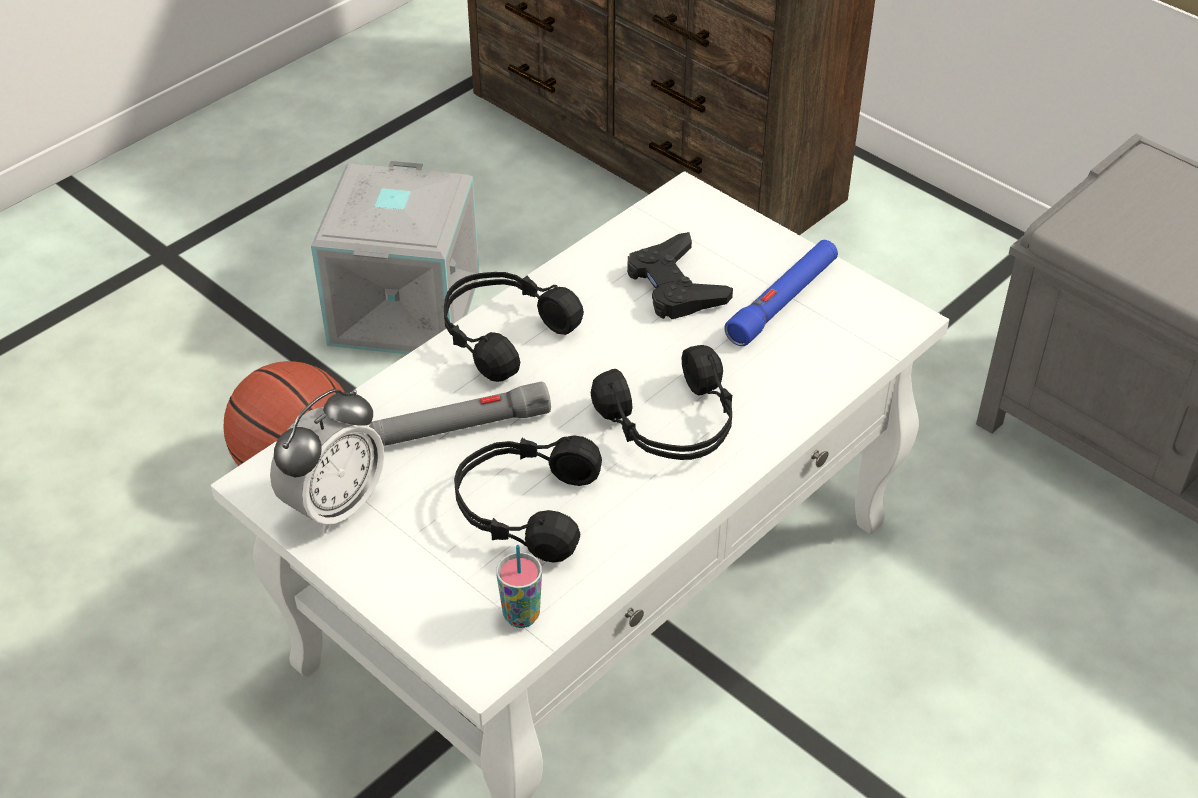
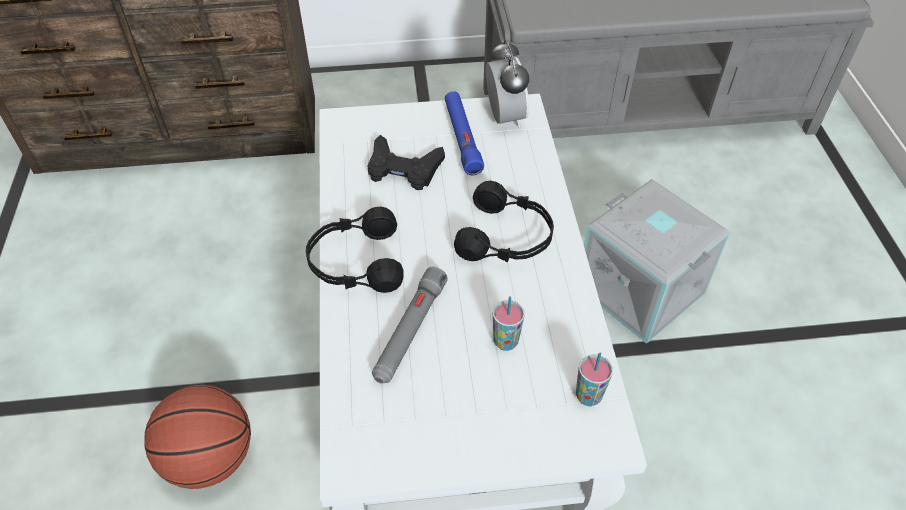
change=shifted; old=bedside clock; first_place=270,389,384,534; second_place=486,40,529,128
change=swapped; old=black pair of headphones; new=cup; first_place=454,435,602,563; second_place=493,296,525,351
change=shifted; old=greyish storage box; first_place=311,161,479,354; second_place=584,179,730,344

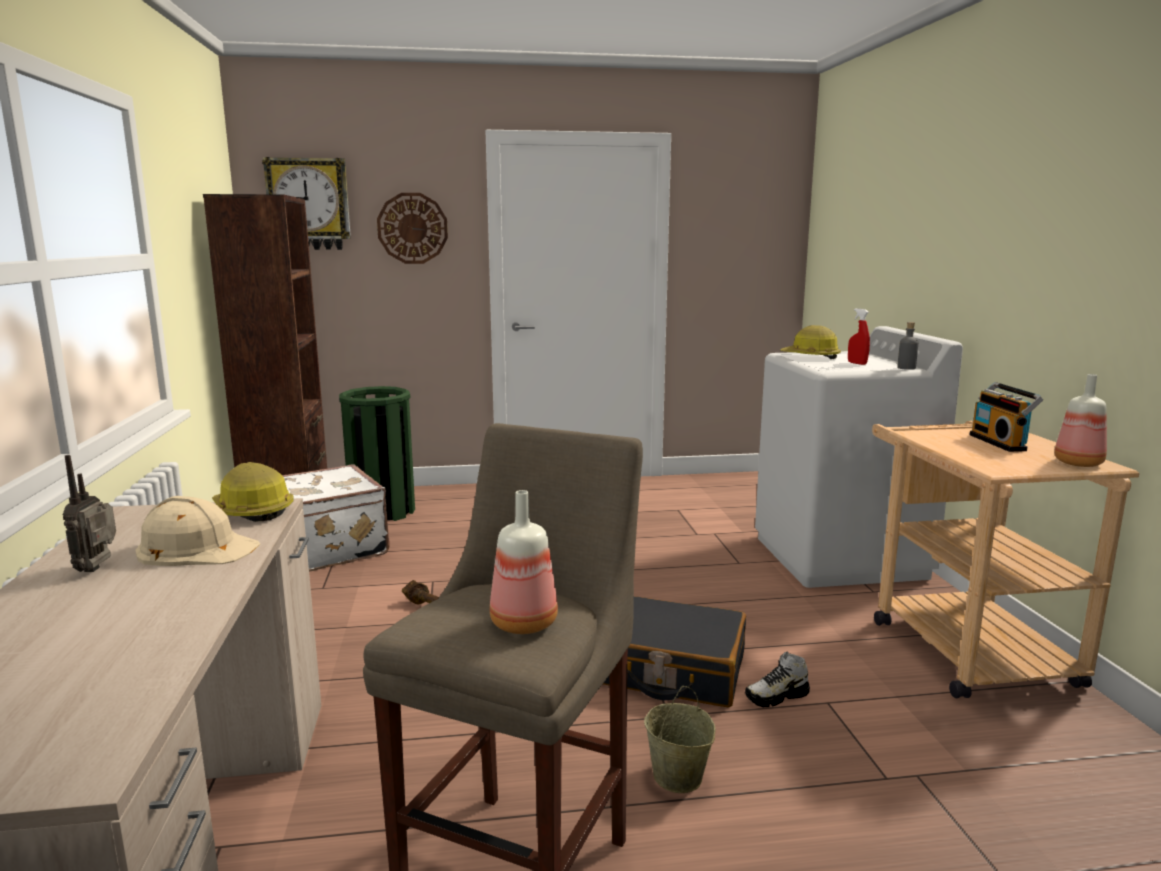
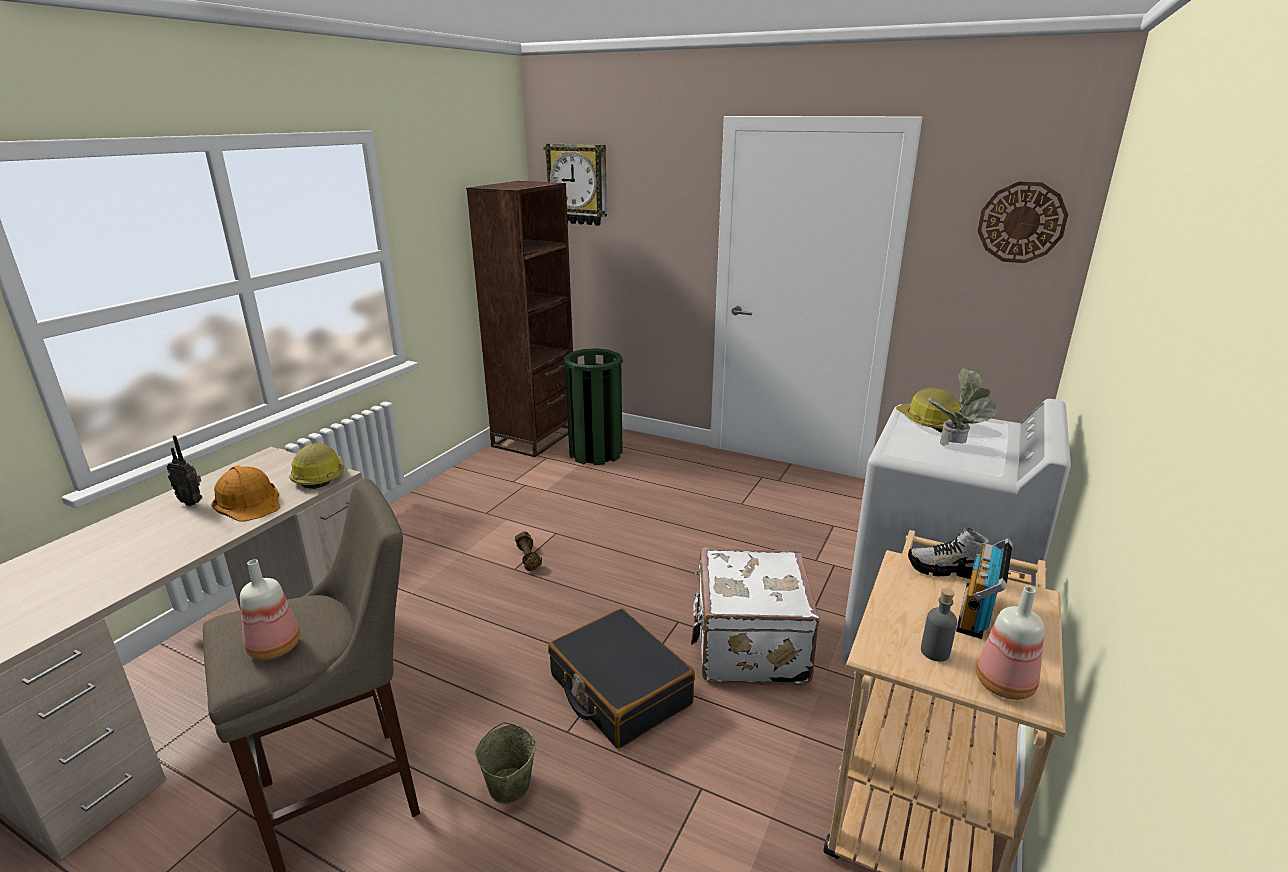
change=rotated; old=radio set; first_place=63,455,116,572; second_place=167,435,202,506; degrees=-105
change=repainted; old=beige-coloured work helmet; new=orange-coloured work helmet; first_place=135,496,261,566; second_place=211,465,280,522
change=shifted; old=white-coloured suitcase; first_place=282,464,389,572; second_place=691,548,820,685
change=shifted; old=low shoe; first_place=745,651,810,707; second_place=908,527,989,579
change=shifted; old=greyish bottle; first_place=897,322,918,370; second_place=921,588,957,662
change=swapped; old=red-coloured sprayer; new=potted plant; first_place=848,308,870,365; second_place=929,368,997,446
change=shifted; old=hanging clock; first_place=377,193,448,264; second_place=978,182,1068,263

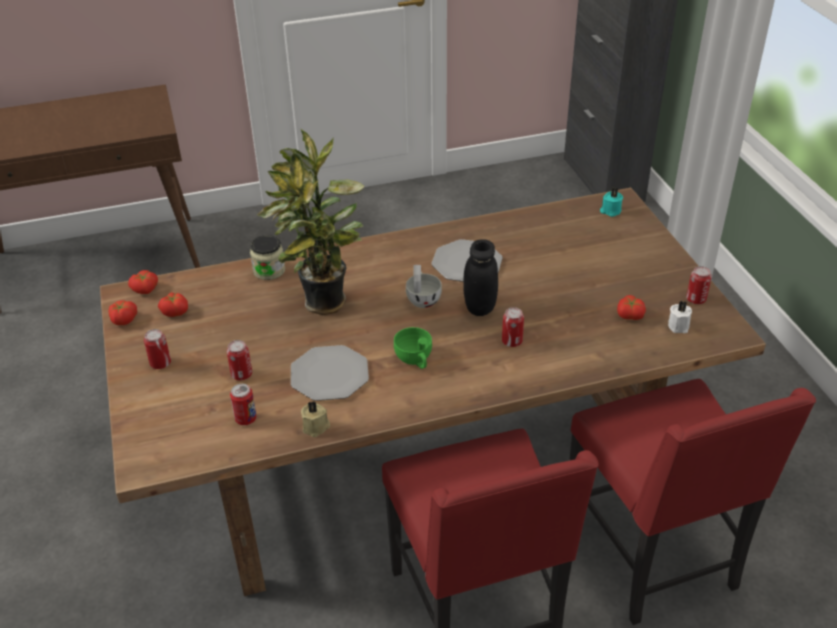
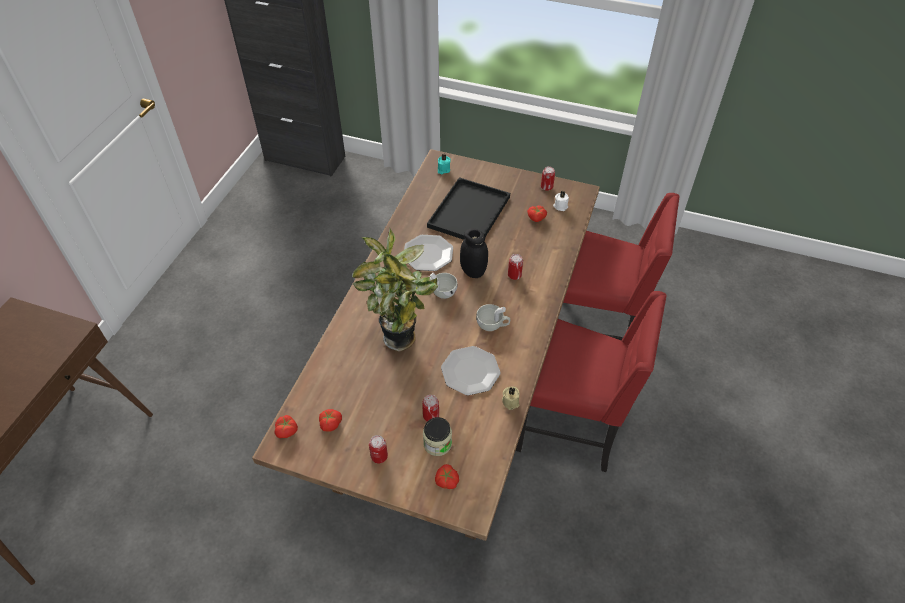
change=shifted; old=storage jar; first_place=250,235,285,280; second_place=423,417,452,456
change=new; new=black tray; second_place=427,177,510,240
change=shifted; old=tomato; first_place=109,300,137,325; second_place=435,464,459,489
change=repainted; old=green-coloured cup; new=white-coloured cup; first_place=394,327,432,369; second_place=476,304,510,331
change=gone; old=metal can; first_place=230,384,257,425

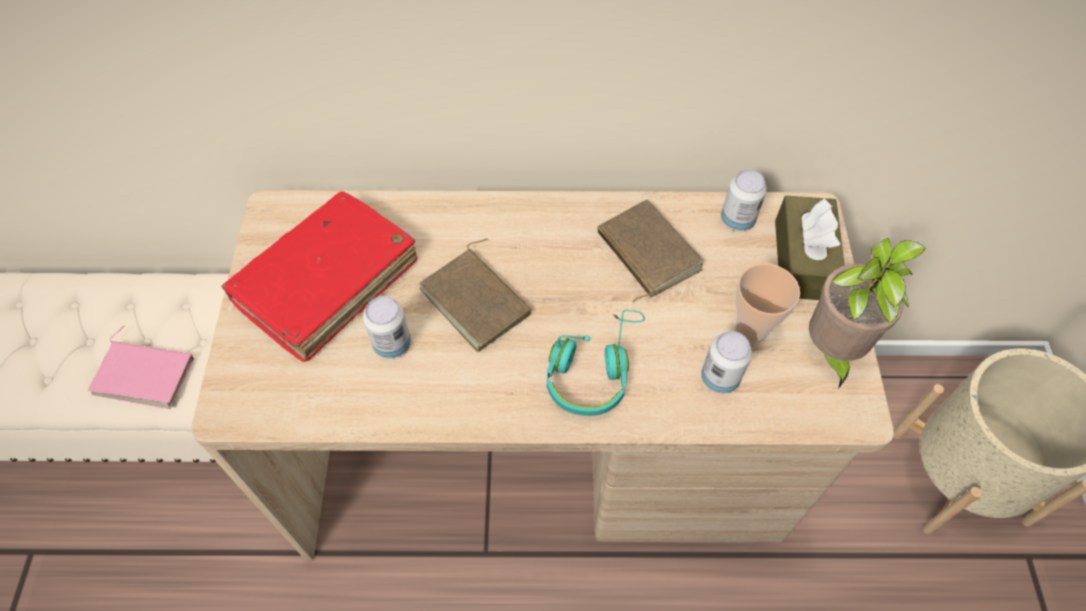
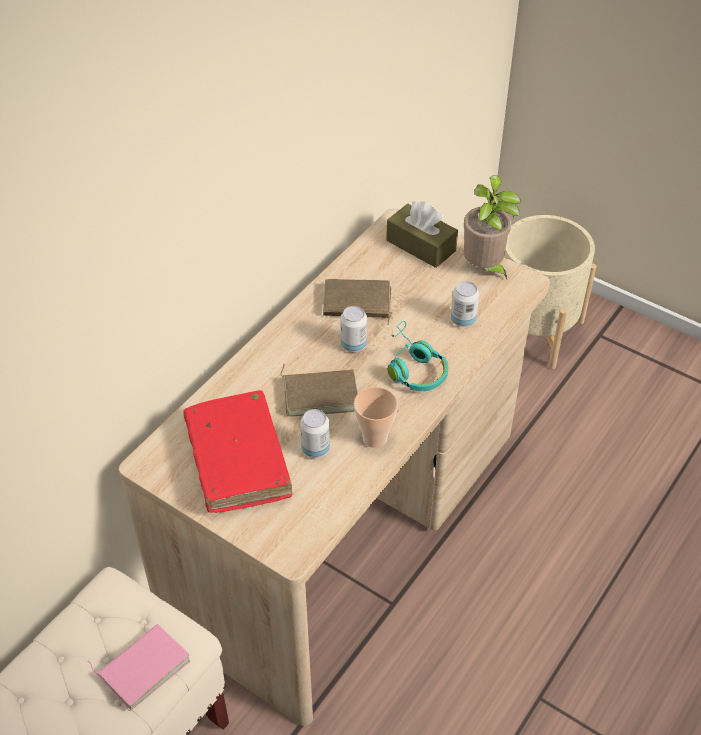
change=shifted; old=metal can; first_place=721,170,767,231; second_place=340,306,367,352
change=shifted; old=cup; first_place=736,263,800,343; second_place=354,387,398,448

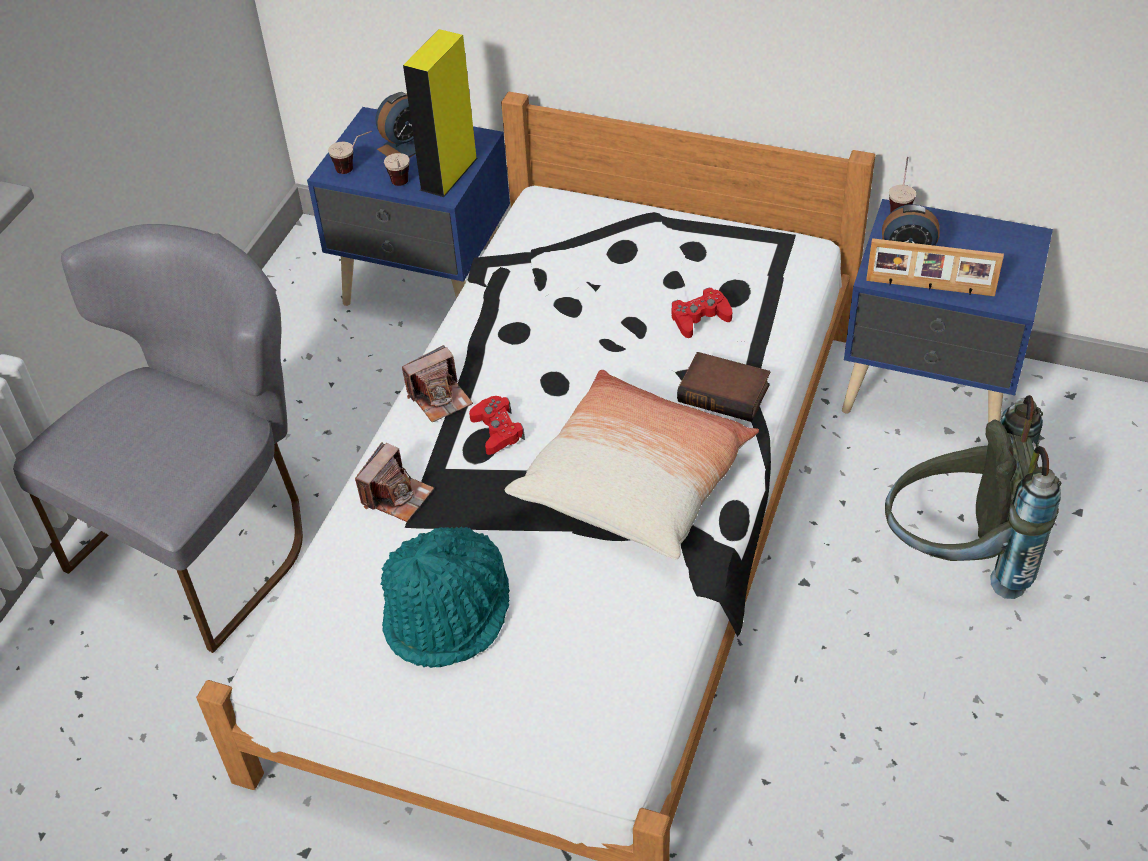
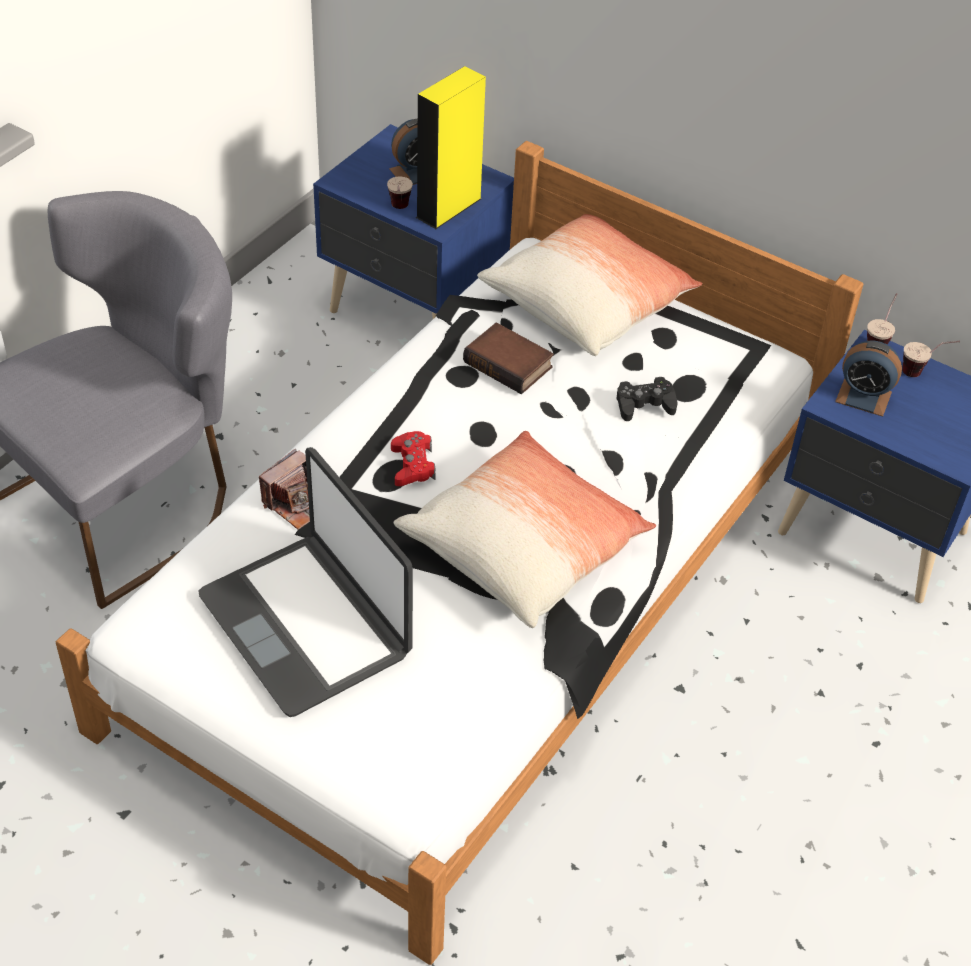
change=swapped; old=turquoise hat; new=portable computer; first_place=380,527,510,668; second_place=199,447,413,717
change=shifted; old=book; first_place=677,352,770,422; second_place=463,323,554,394
change=new; new=cushion; second_place=477,214,702,356
change=repainted; old=red-coloured game controller; new=black game controller; first_place=672,288,732,338; second_place=616,377,678,421
change=shifted; old=cup; first_place=328,131,372,174; second_place=902,341,960,377
change=gone; old=still camera; first_place=402,345,473,422
change=gone; old=picture frame; first_place=866,238,1004,296
change=gone; old=greyish knapsack; first_place=885,395,1061,599

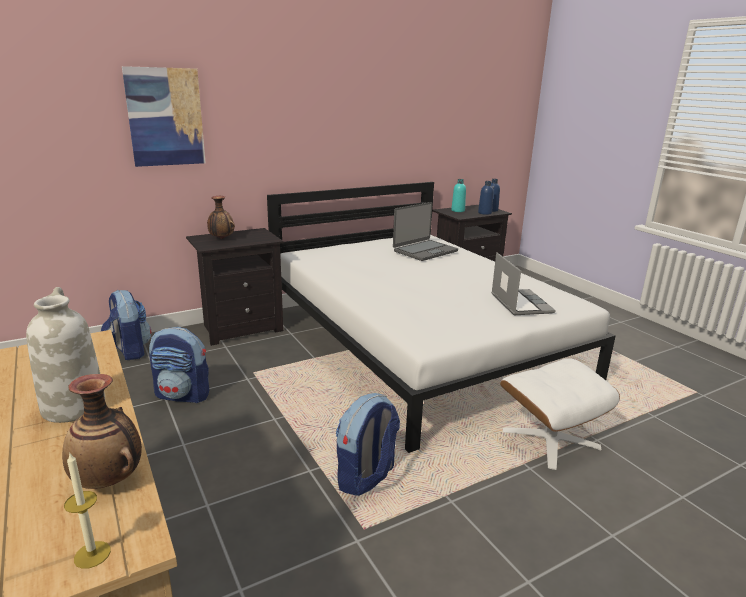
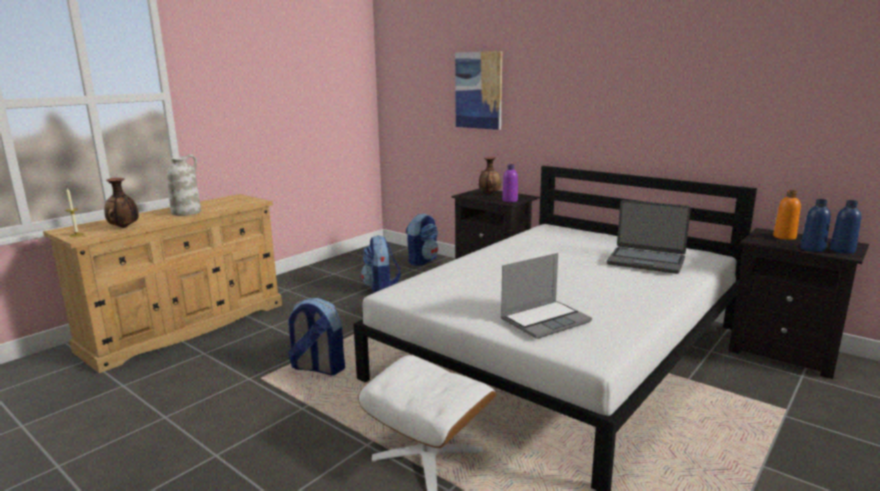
change=new; new=purplish bottle; second_place=502,164,518,202
change=repainted; old=turquoise bottle; new=orange-coloured bottle; first_place=451,179,466,212; second_place=773,190,801,240

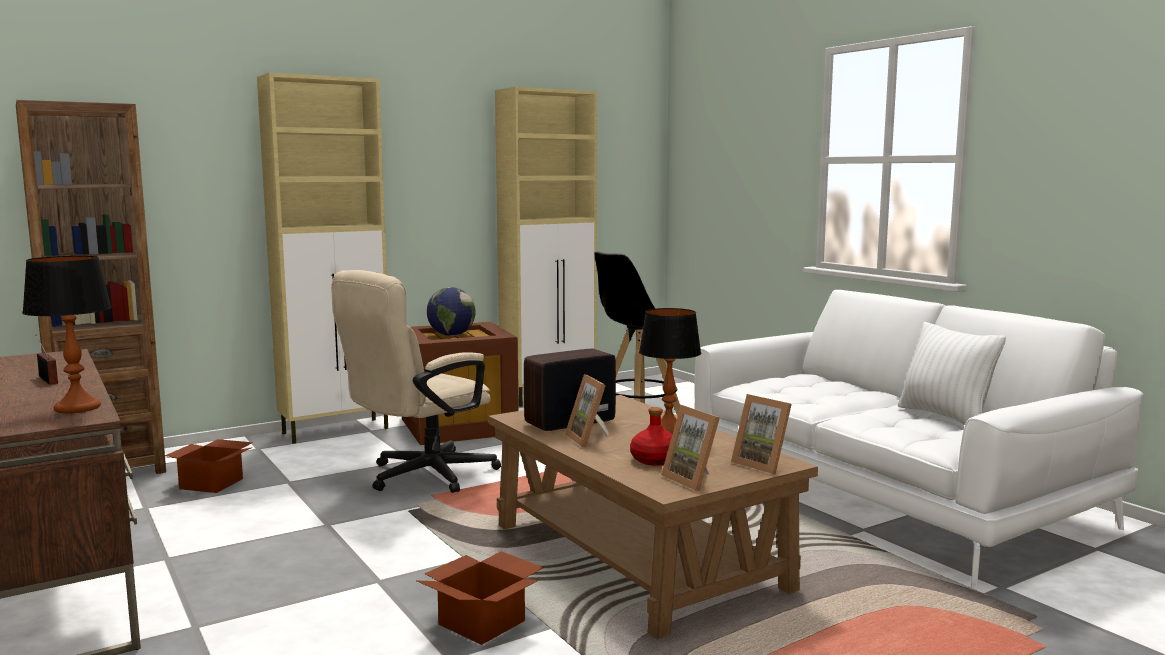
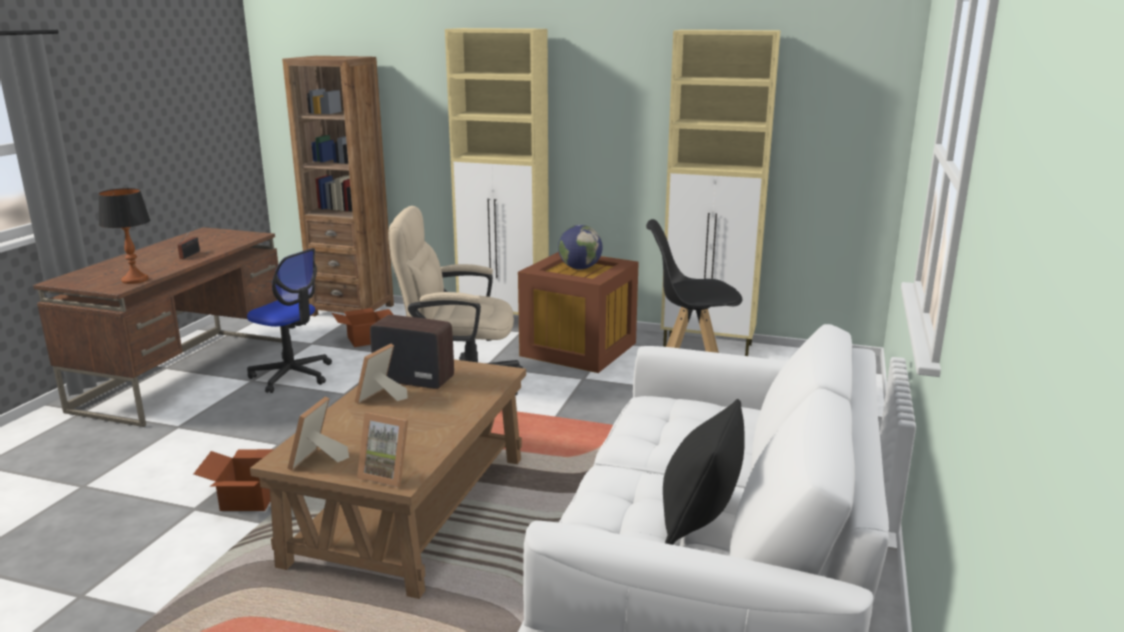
change=new; new=computer chair; second_place=247,248,332,393
change=rotated; old=picture frame; first_place=731,394,792,474; second_place=357,412,408,488; degrees=-75
change=repainted; old=white-coloured cushion; new=black cushion; first_place=898,322,1006,425; second_place=663,399,745,545
change=gone; old=red-coloured bottle; first_place=630,407,673,466
change=gone; old=table lamp; first_place=639,308,701,434

